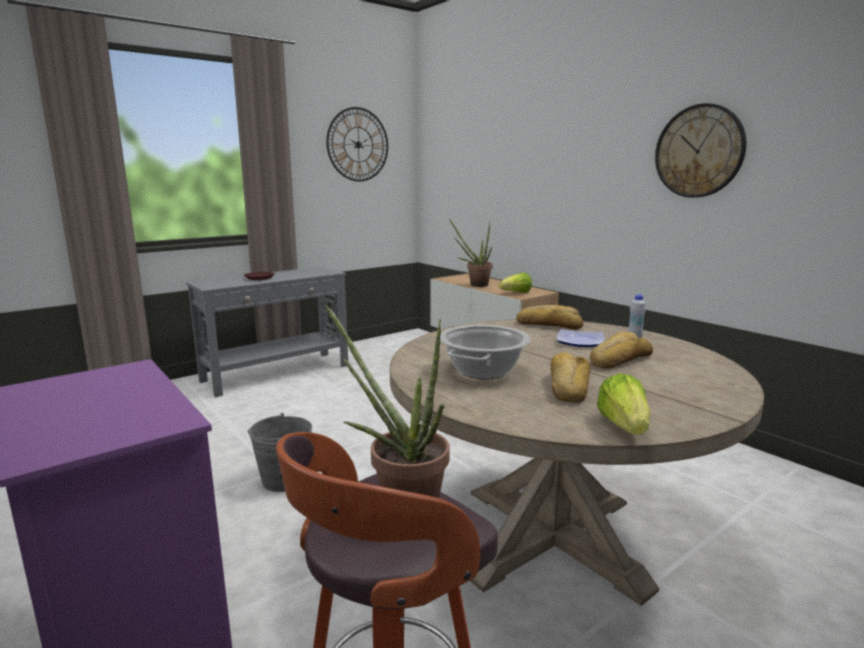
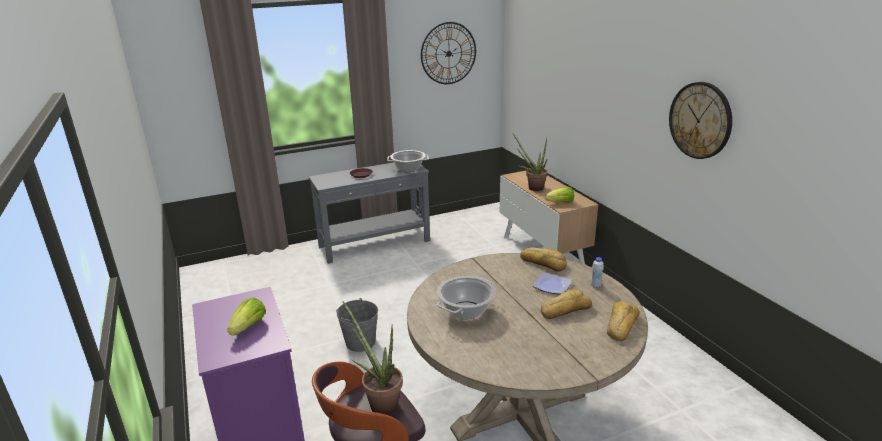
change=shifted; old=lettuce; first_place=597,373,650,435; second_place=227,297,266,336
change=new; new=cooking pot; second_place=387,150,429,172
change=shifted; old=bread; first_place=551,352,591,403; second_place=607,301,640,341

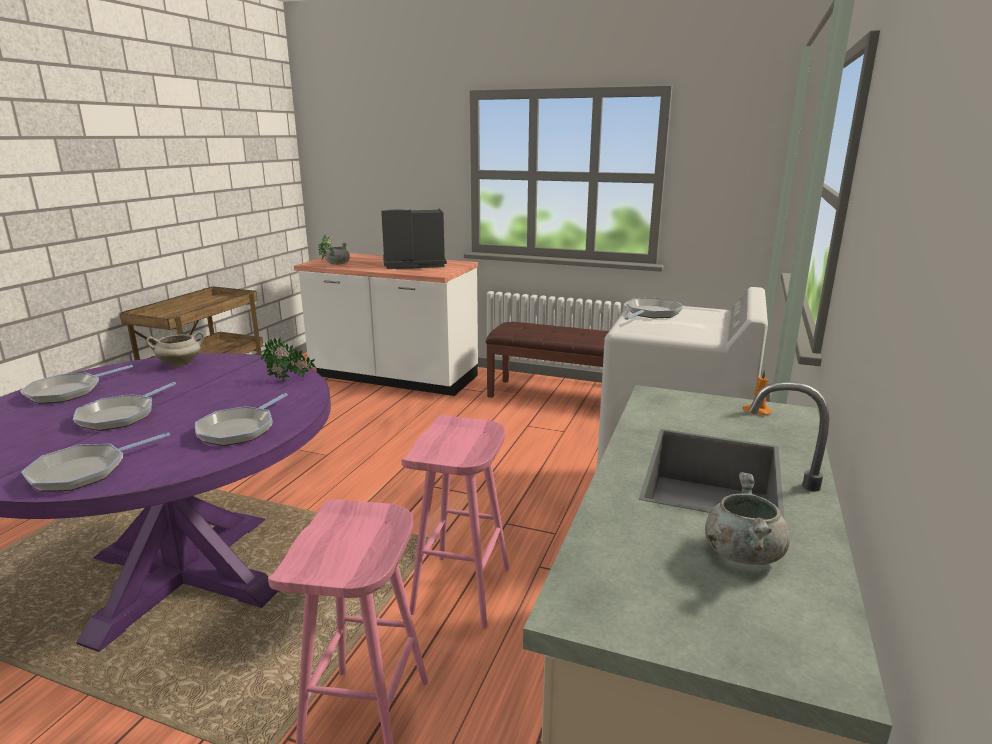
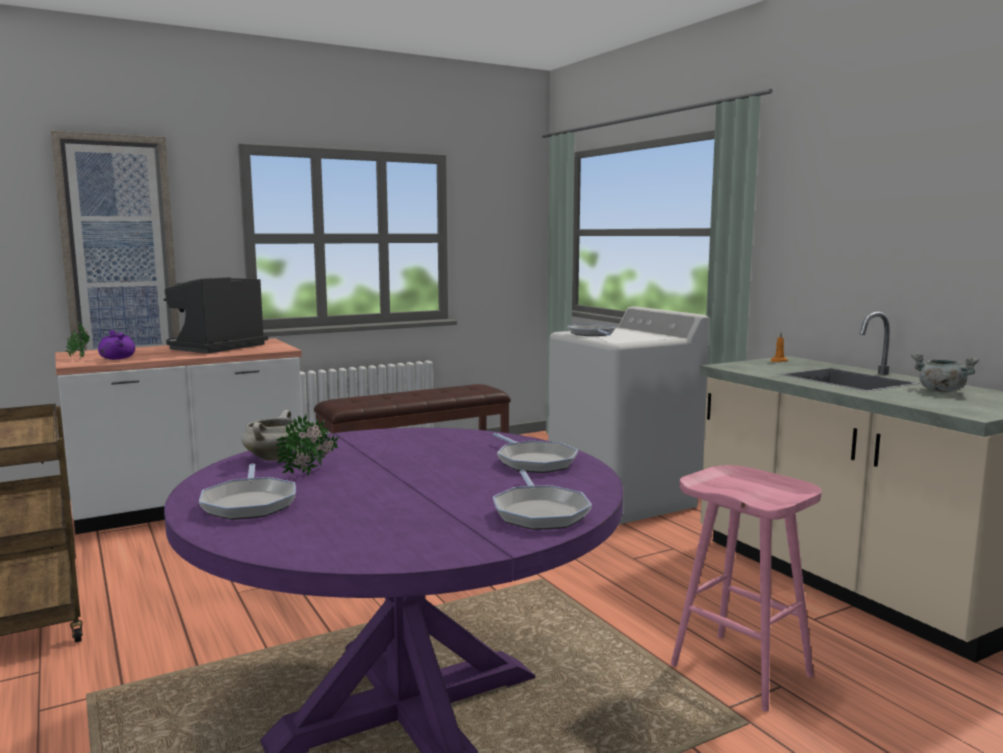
change=new; new=picture; second_place=51,131,180,351
change=repainted; old=greyish cooking pot; new=purplish cooking pot; first_place=325,242,350,265; second_place=98,330,135,360
change=shifted; old=potted plant; first_place=261,337,315,381; second_place=276,414,339,476
change=gone; old=pan; first_place=73,382,176,431
change=gone; old=pinkish stool seat; first_place=401,415,509,629

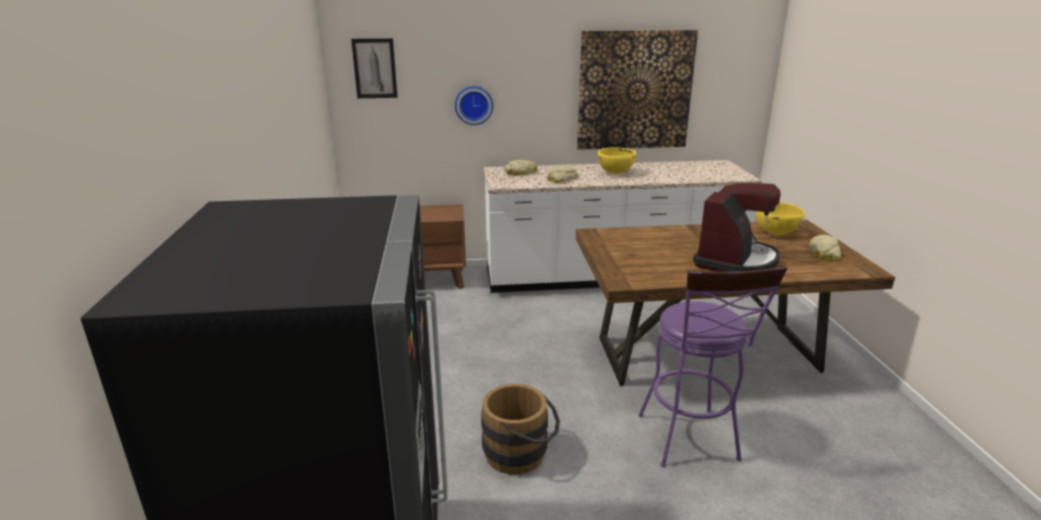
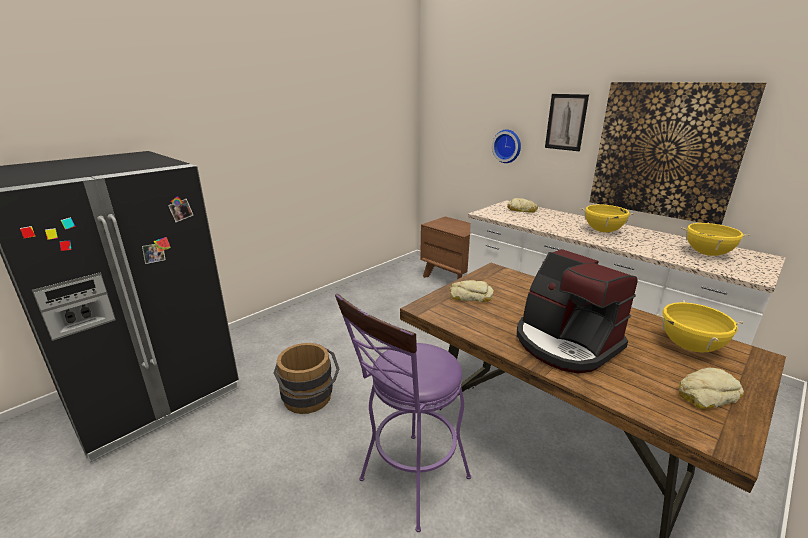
change=shifted; old=bread; first_place=547,165,578,183; second_place=450,280,493,302
change=rotated; old=coffee brewer; first_place=693,183,781,272; second_place=517,249,638,373; degrees=60
change=shifted; old=picture; first_place=351,38,398,98; second_place=545,94,589,151
change=new; new=yellow-coloured cooking pot; second_place=681,223,750,256

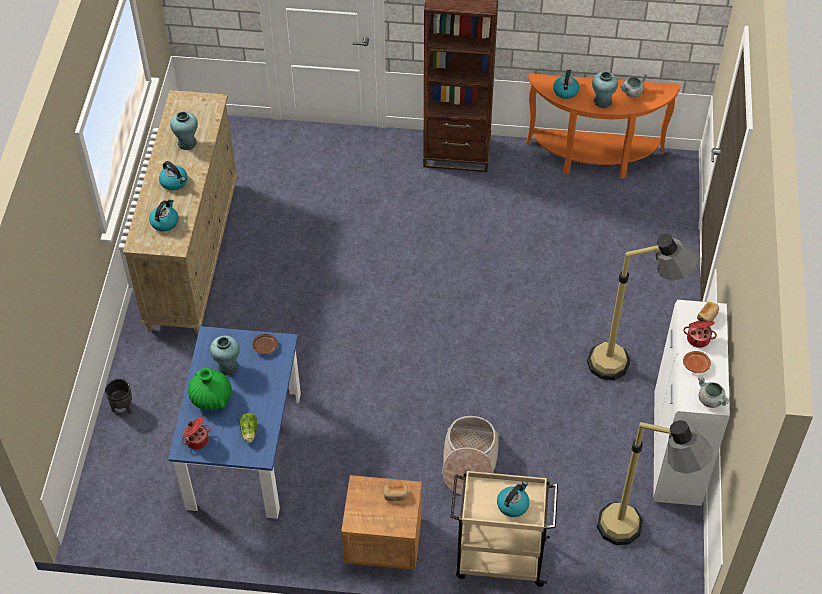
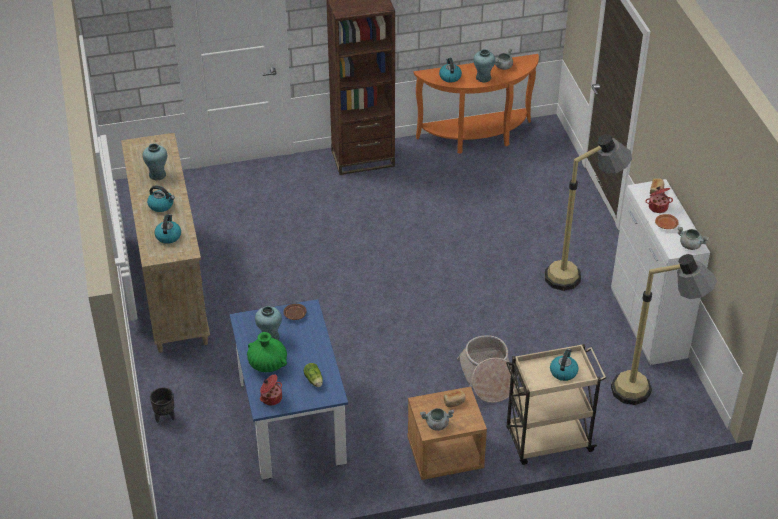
change=new; new=greyish cooking pot; second_place=420,408,454,431

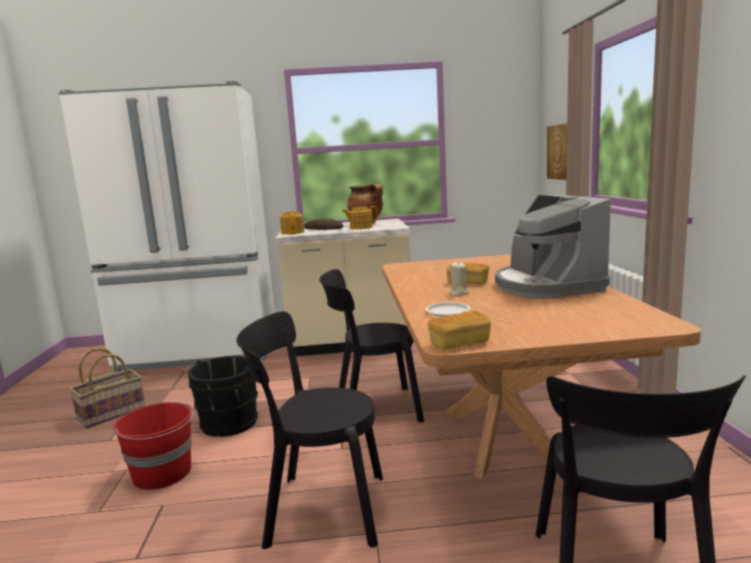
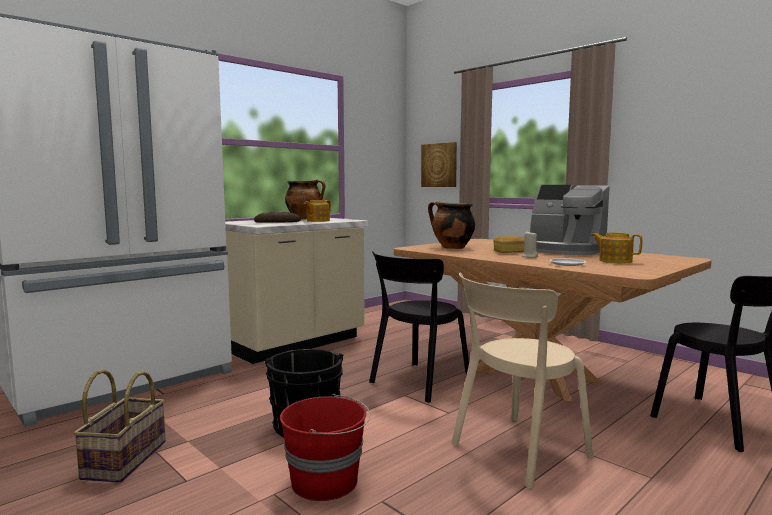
change=new; new=cooking pot; second_place=428,201,475,249
change=repainted; old=black upright chair; new=beige-coloured upright chair; first_place=236,311,383,549; second_place=451,273,593,489
change=shifted; old=pot for tea; first_place=280,211,304,235; second_place=591,232,642,263
change=gone; old=bread; first_place=428,311,491,349

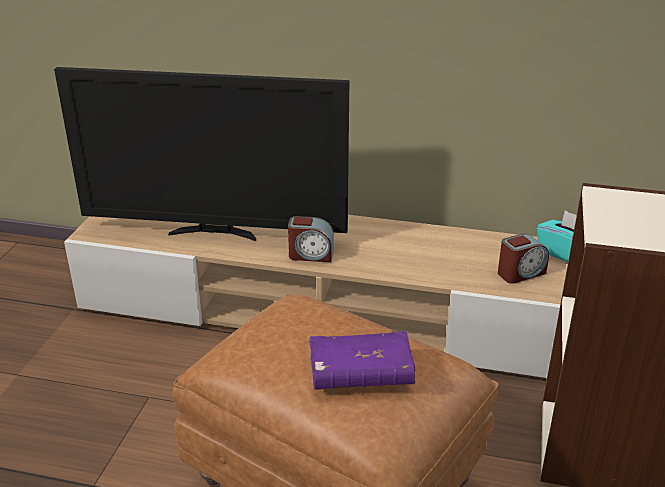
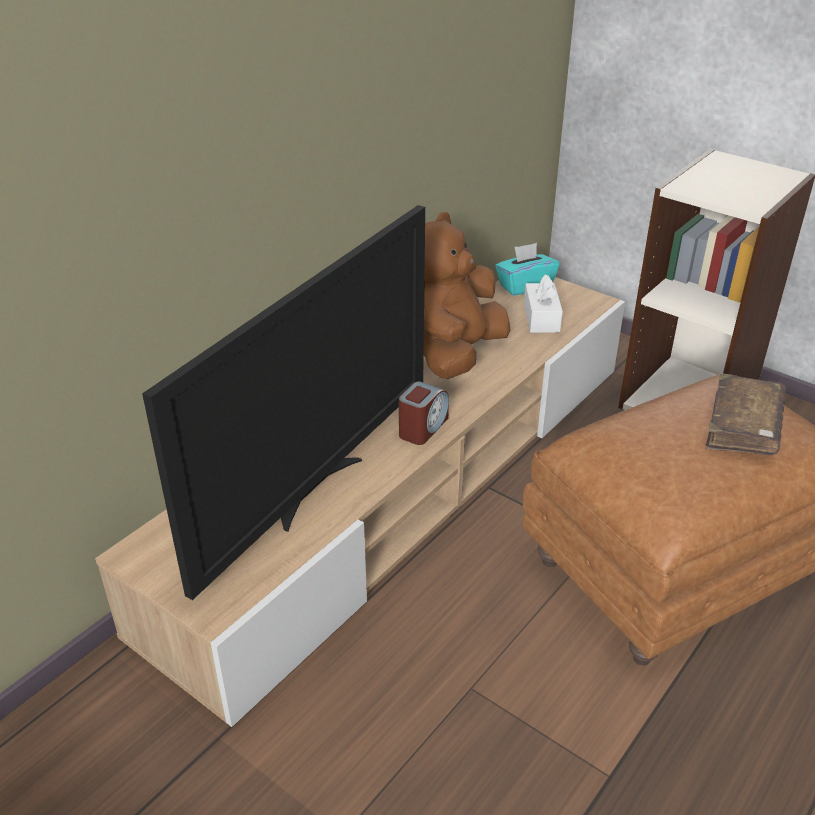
change=new; new=brown-coloured plush toy; second_place=424,212,511,379
change=swapped; old=bedside clock; new=white-coloured tissue box; first_place=498,233,549,284; second_place=524,274,563,333
change=repainted; old=purplish book; new=brown-coloured book; first_place=309,331,415,390; second_place=706,373,786,455

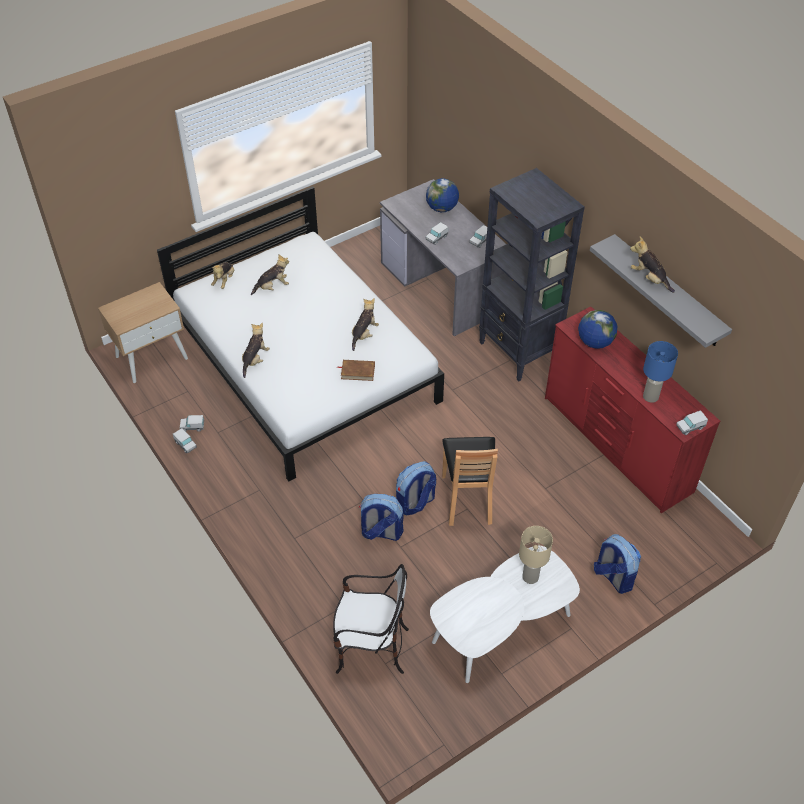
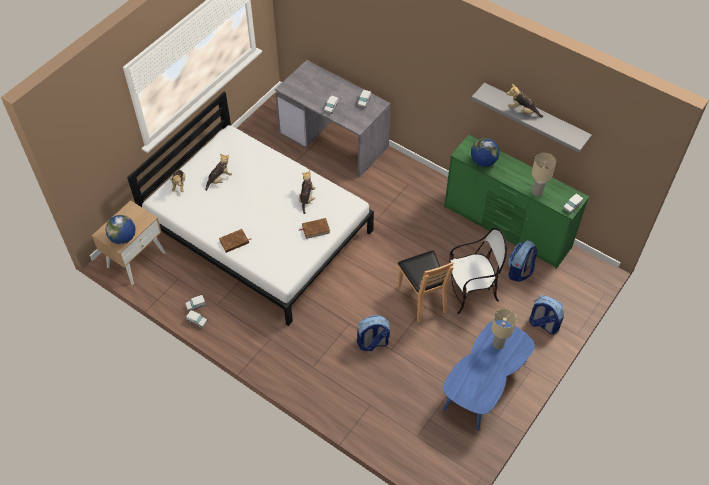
change=shifted; old=desk globe; first_place=426,178,459,212; second_place=105,215,135,244
change=swapped; old=plush toy; new=brown-coloured book; first_place=242,323,270,378; second_place=219,229,251,253
change=repainted; old=white-coloured coffee table; new=blue-coloured coffee table; first_place=430,545,580,683; second_place=443,320,535,431
change=repainted; old=red-coloured chest of drawers; new=green-coloured chest of drawers; first_place=545,306,720,513; second_place=444,135,589,269
change=shifted; old=upright chair; first_place=333,564,409,674; second_place=449,227,507,314
change=shifted; old=knapsack; first_place=396,461,436,516; second_place=508,240,538,282
change=repainted; old=blue-coloured table lamp; new=beige-coloured table lamp; first_place=643,341,678,403; second_place=532,153,556,196
change=gone; old=black shelving unit; first_place=479,168,585,382

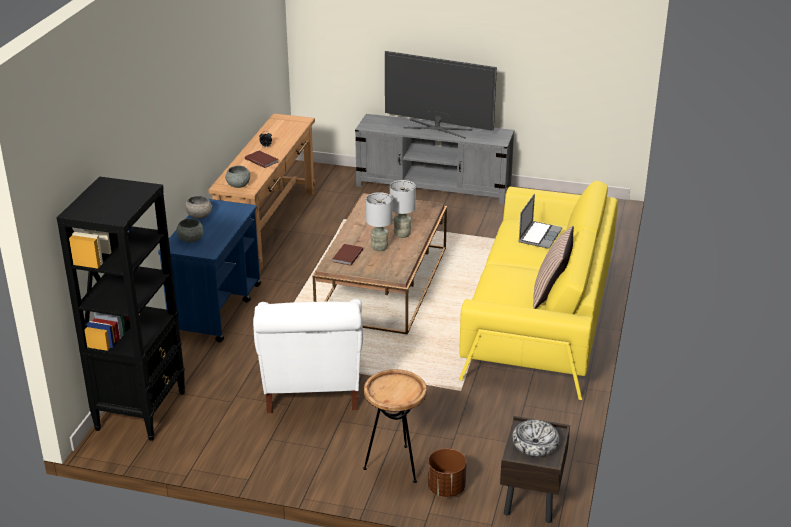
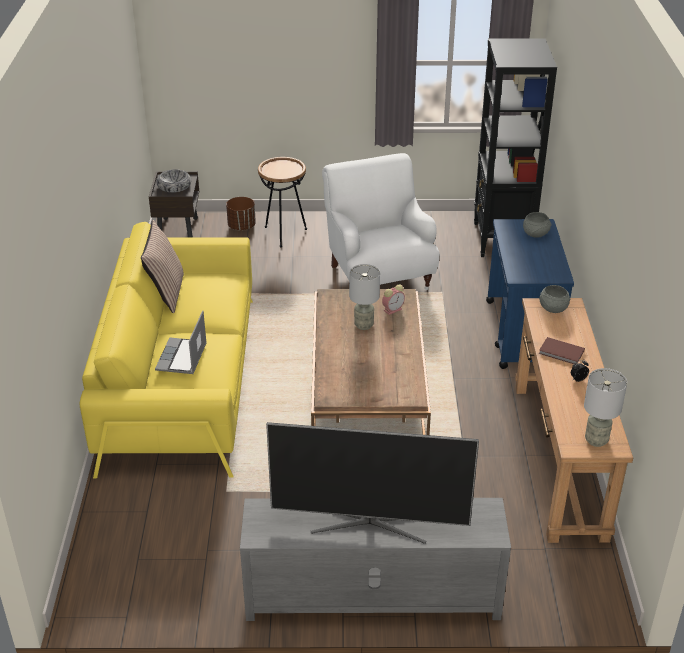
change=swapped; old=brown-coloured book; new=bedside clock; first_place=333,244,363,266; second_place=382,285,405,315
change=shifted; old=greyish table lamp; first_place=390,180,416,238; second_place=584,368,627,447
change=gone; old=greyish bowl; first_place=185,196,212,219

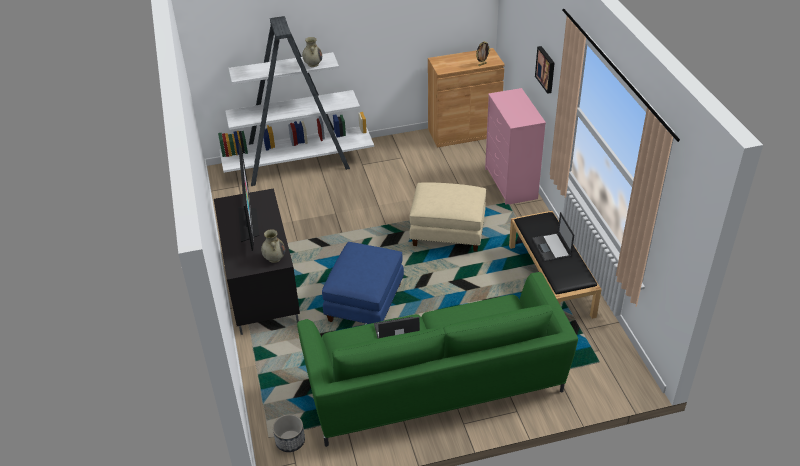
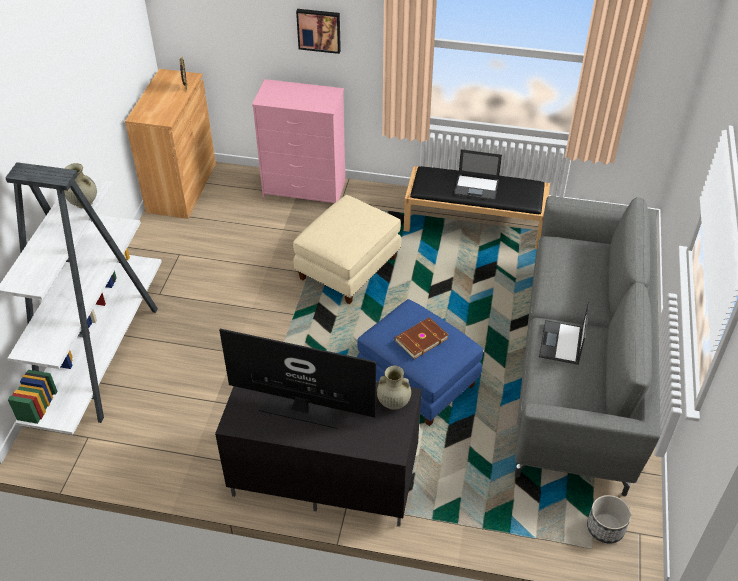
change=new; new=brown-coloured book; second_place=395,317,448,359
change=repainted; old=green-coloured sofa; new=greyish sofa; first_place=297,272,578,447; second_place=515,196,660,496

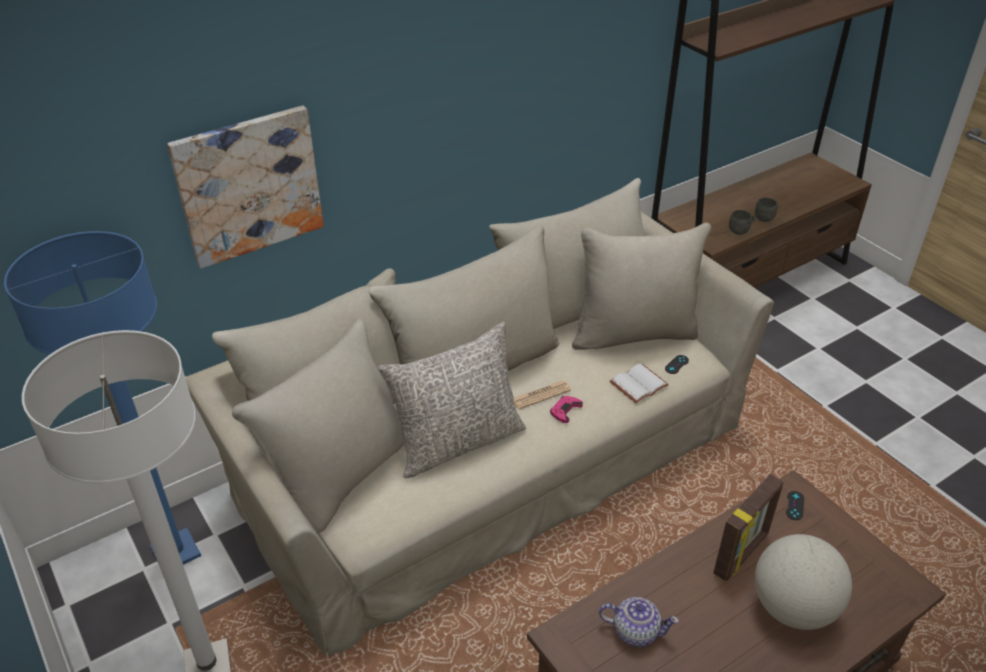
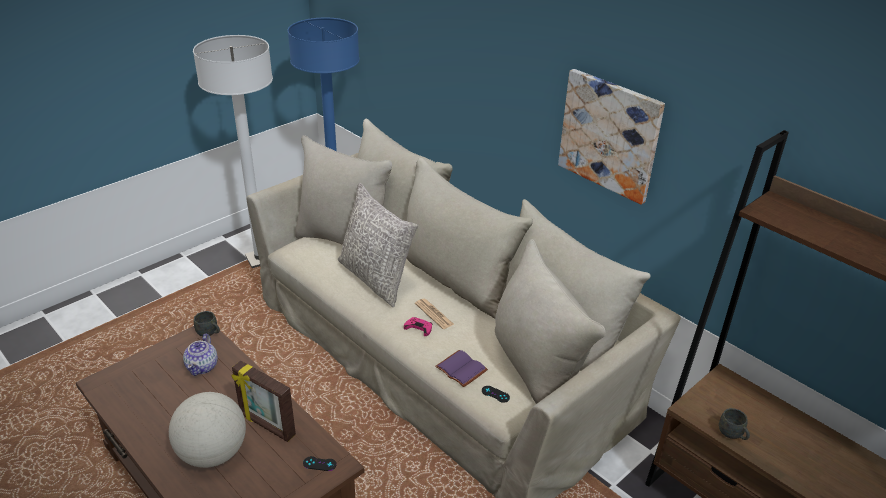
change=shifted; old=greyish tea mug; first_place=755,198,778,222; second_place=194,311,220,336
change=repainted; old=white-coloured book; new=purplish book; first_place=610,364,669,403; second_place=435,350,488,387
change=shifted; old=picture; first_place=167,106,324,269; second_place=558,69,665,205

